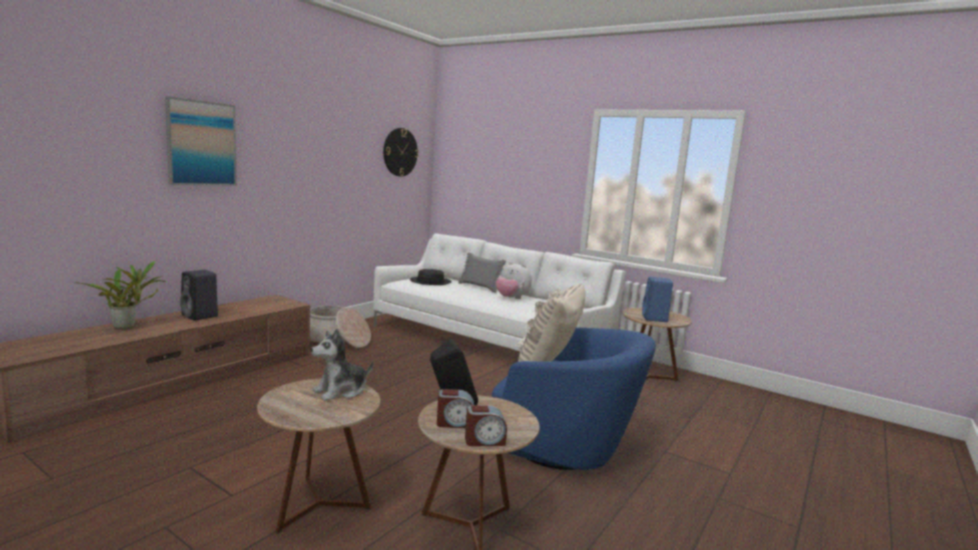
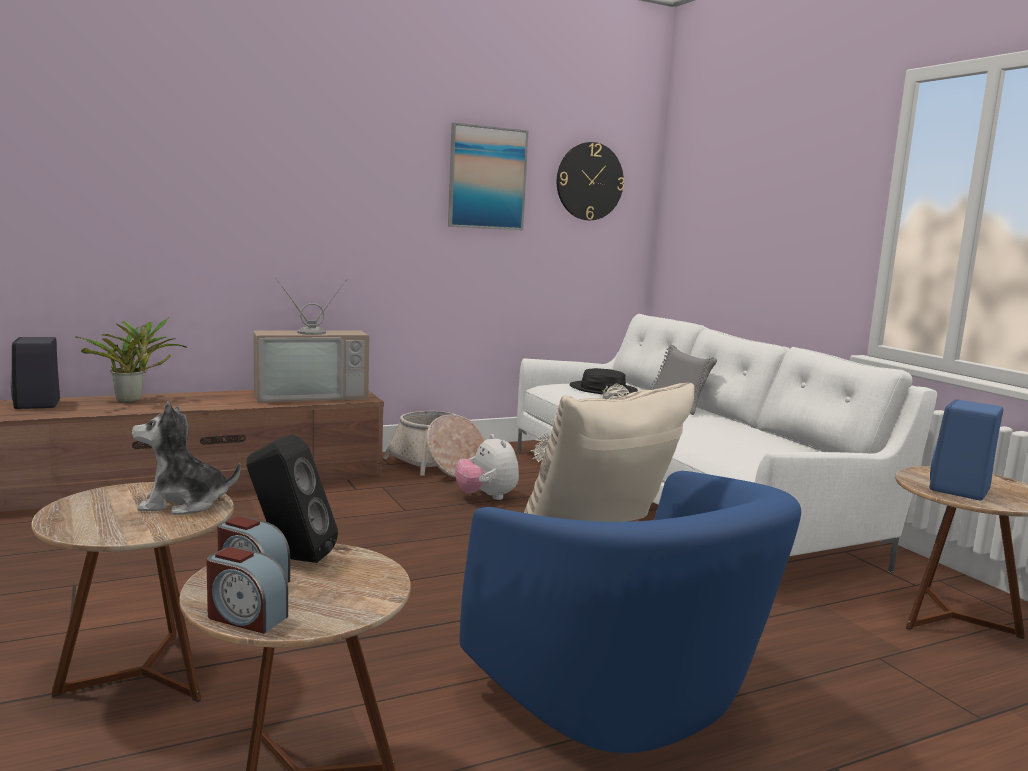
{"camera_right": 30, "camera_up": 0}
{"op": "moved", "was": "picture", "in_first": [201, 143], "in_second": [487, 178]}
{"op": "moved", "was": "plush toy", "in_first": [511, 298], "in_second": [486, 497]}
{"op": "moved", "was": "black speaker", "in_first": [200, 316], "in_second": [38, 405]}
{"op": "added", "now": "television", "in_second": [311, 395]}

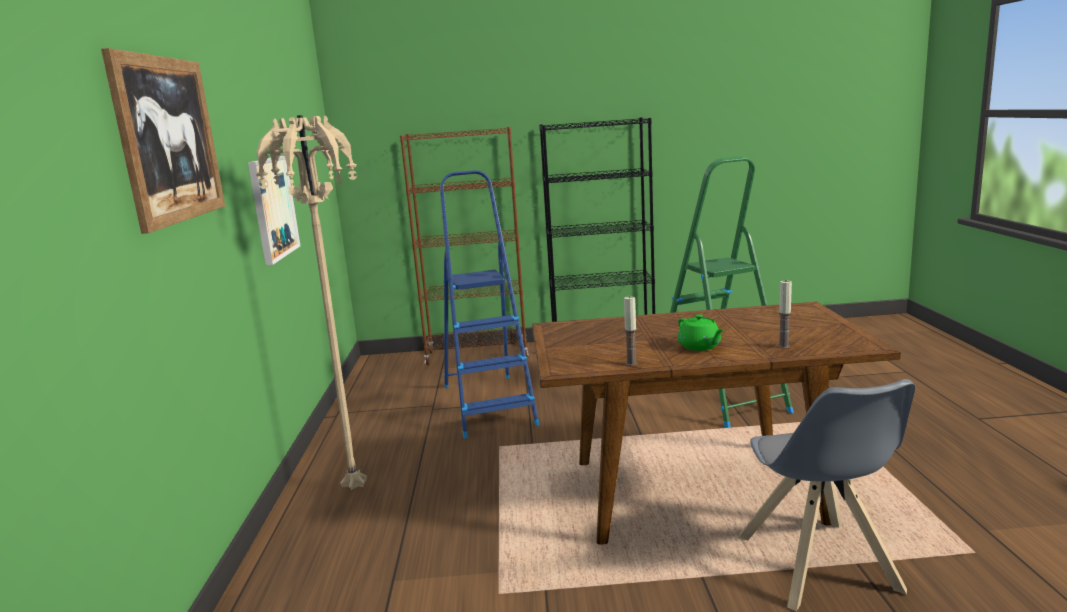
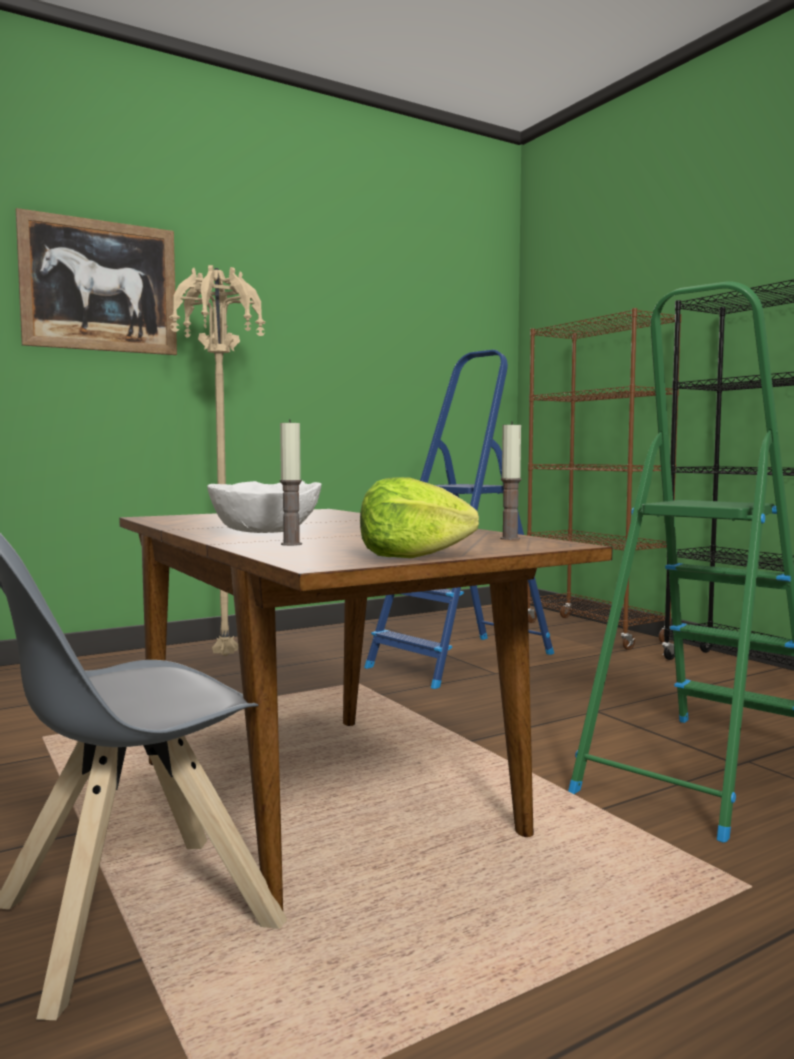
{"camera_right": 60, "camera_up": -10}
{"op": "removed", "was": "picture", "in_first": [272, 208]}
{"op": "moved", "was": "candle", "in_first": [631, 363], "in_second": [510, 538]}
{"op": "replaced", "was": "green teapot", "now": "white bowl", "in_first": [700, 346], "in_second": [266, 530]}
{"op": "added", "now": "lettuce", "in_second": [412, 556]}

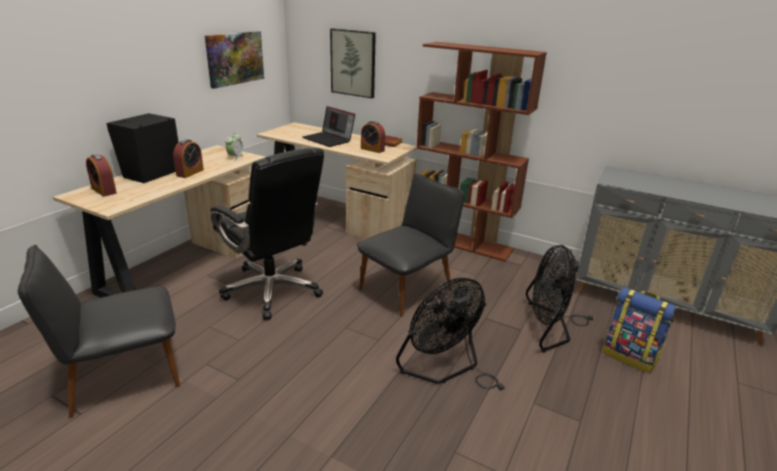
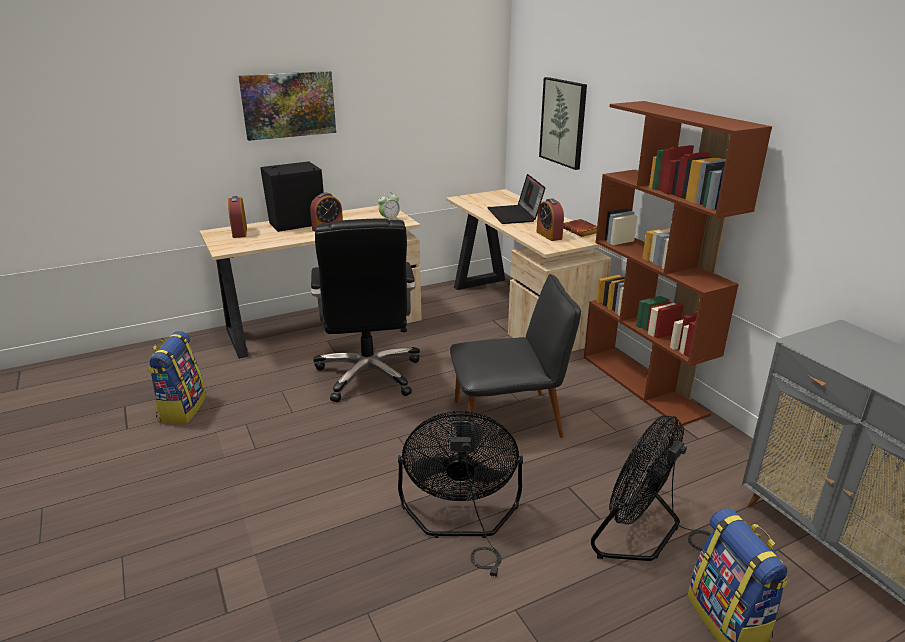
{"camera_right": 35, "camera_up": 0}
{"op": "moved", "was": "picture", "in_first": [235, 58], "in_second": [288, 105]}
{"op": "replaced", "was": "black chair", "now": "backpack", "in_first": [124, 375], "in_second": [182, 409]}

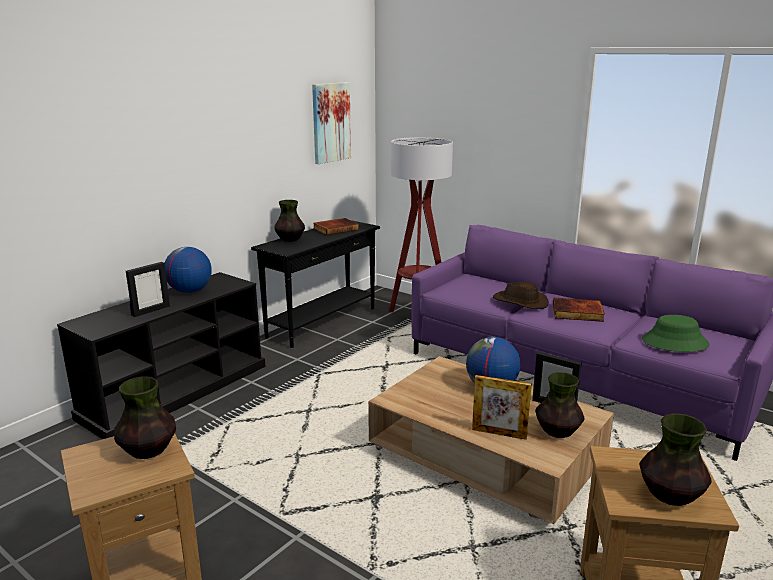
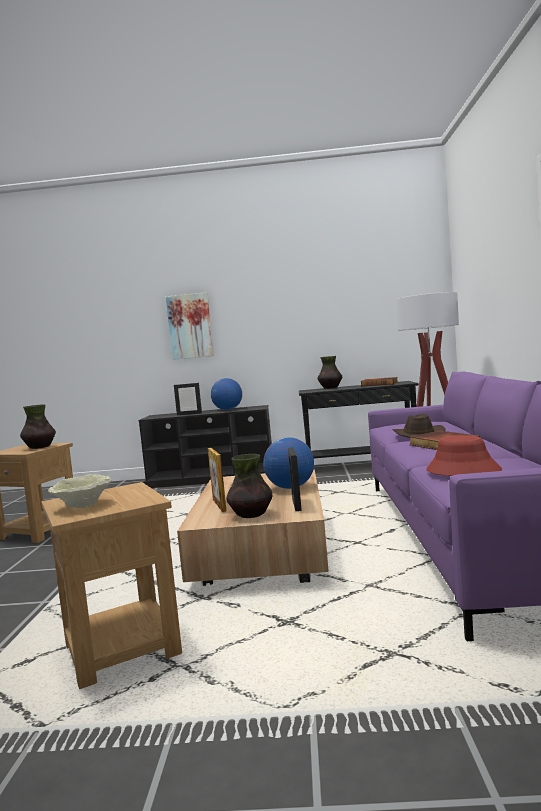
{"camera_right": 55, "camera_up": -15}
{"op": "moved", "was": "picture", "in_first": [330, 122], "in_second": [190, 326]}
{"op": "recoloured", "was": "green hat", "now": "red hat", "in_first": [674, 342], "in_second": [462, 471]}
{"op": "replaced", "was": "vase", "now": "beige bowl", "in_first": [670, 495], "in_second": [82, 506]}

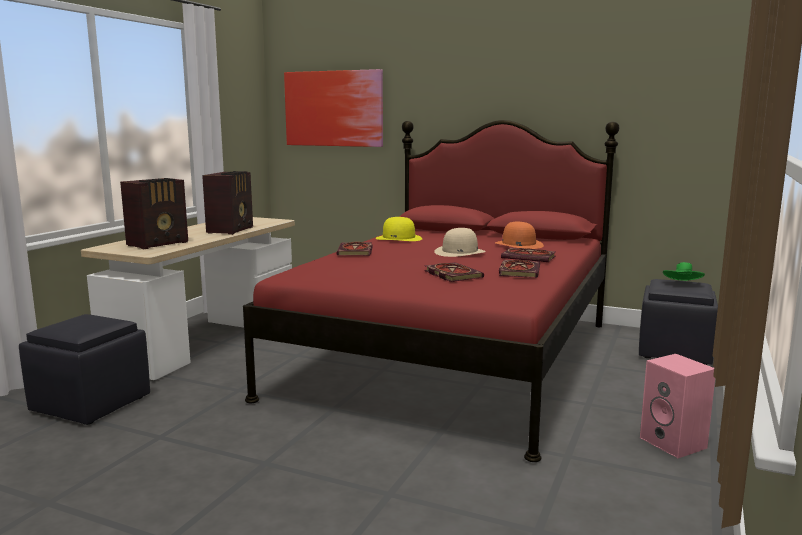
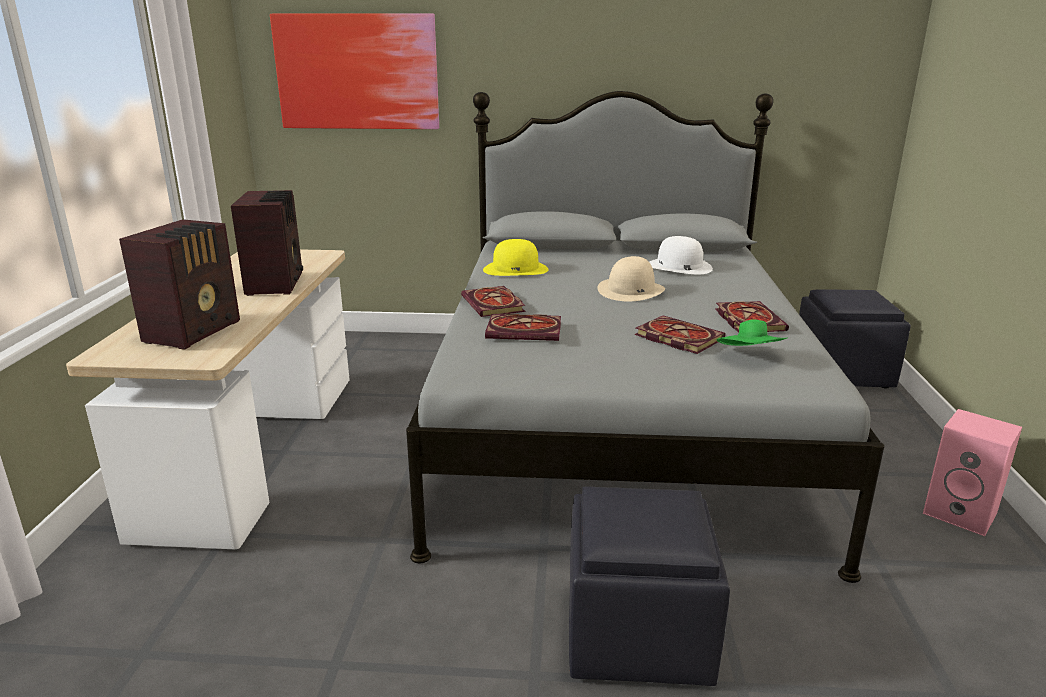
{"camera_right": -20, "camera_up": 10}
{"op": "recoloured", "was": "red bed", "now": "grey bed", "in_first": [451, 358], "in_second": [617, 426]}
{"op": "recoloured", "was": "orange hat", "now": "white hat", "in_first": [518, 244], "in_second": [679, 266]}
{"op": "moved", "was": "book", "in_first": [530, 257], "in_second": [526, 331]}
{"op": "moved", "was": "green hat", "in_first": [682, 284], "in_second": [750, 357]}
{"op": "moved", "was": "black ottoman", "in_first": [92, 404], "in_second": [639, 632]}

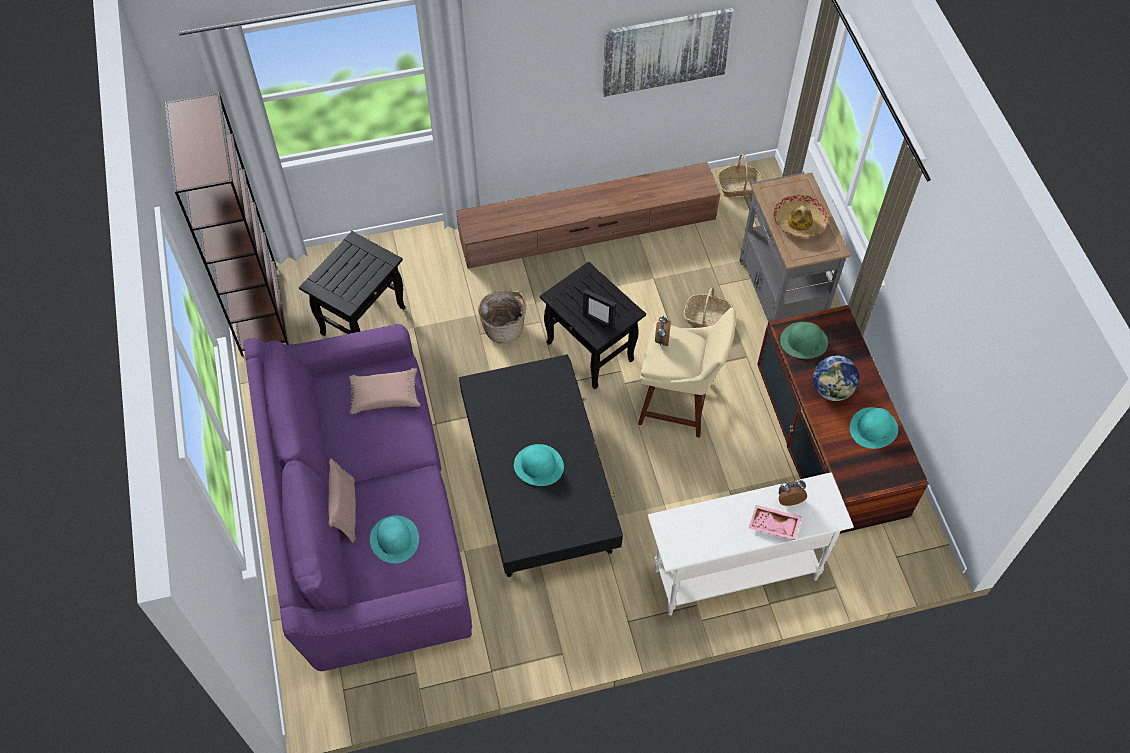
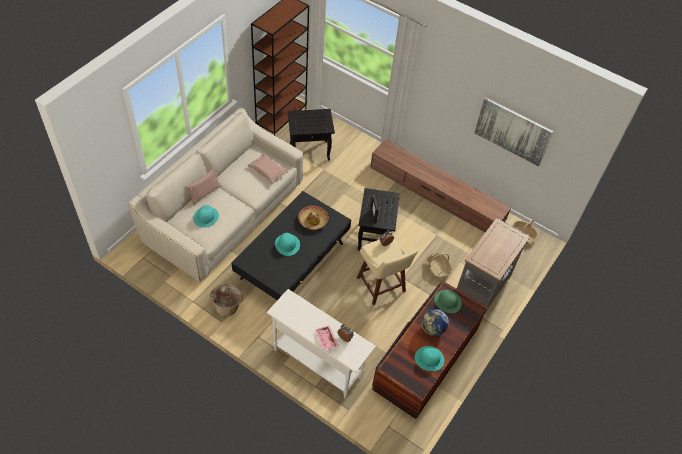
{"camera_right": 45, "camera_up": -5}
{"op": "moved", "was": "hat", "in_first": [799, 221], "in_second": [313, 220]}
{"op": "moved", "was": "basket", "in_first": [504, 328], "in_second": [228, 306]}
{"op": "recoloured", "was": "purple sofa", "now": "beige sofa", "in_first": [366, 514], "in_second": [224, 212]}

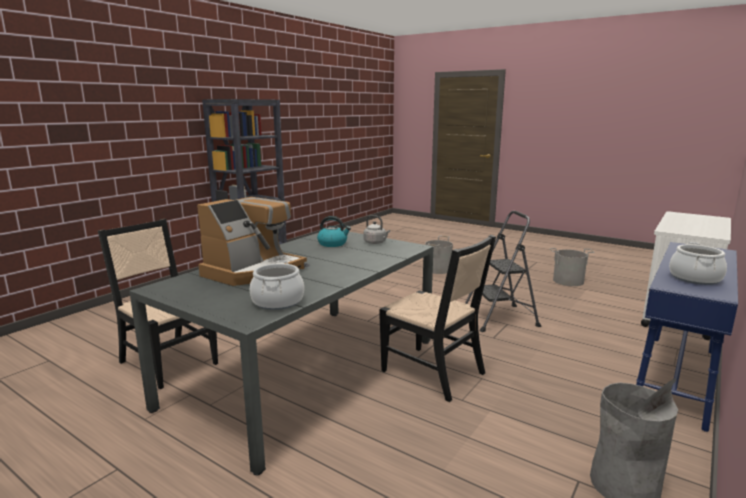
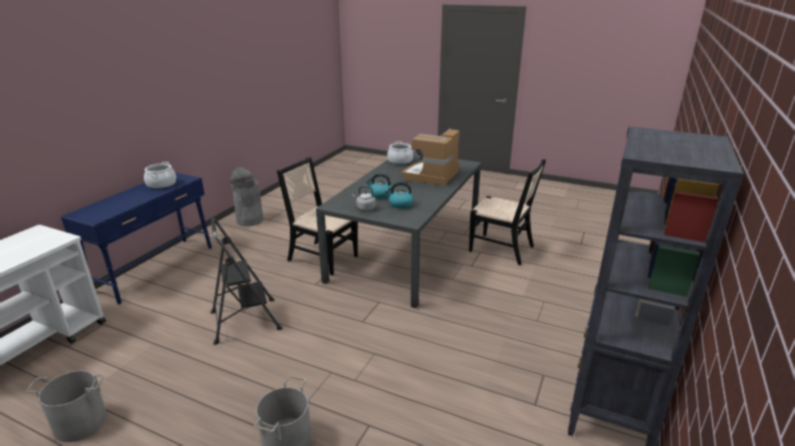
{"camera_right": 170, "camera_up": 10}
{"op": "added", "now": "kettle", "in_second": [380, 195]}

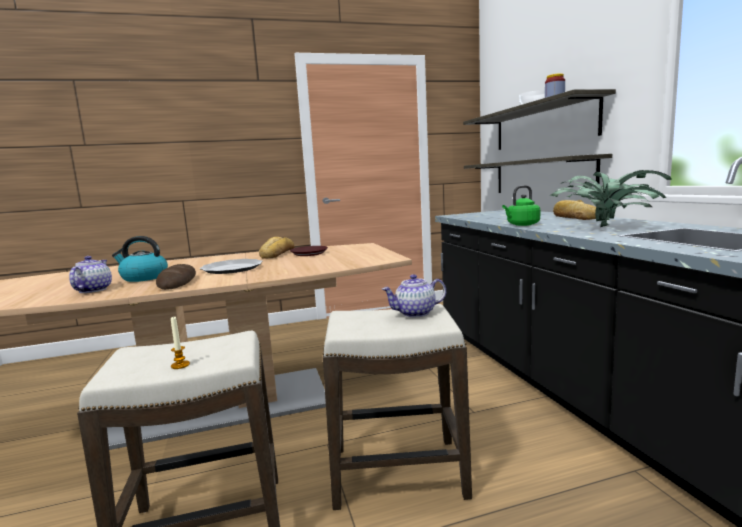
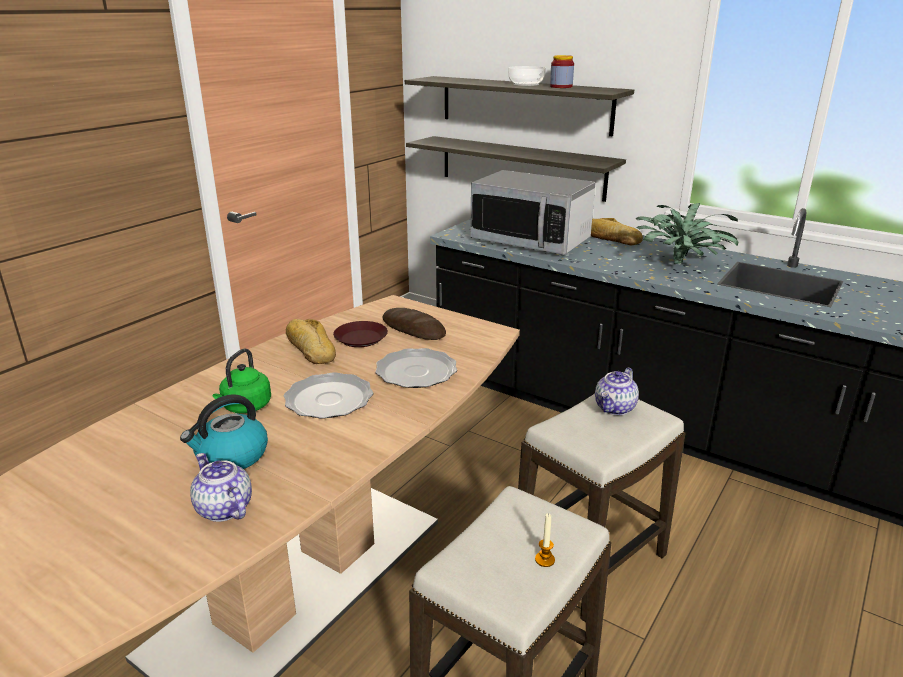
{"camera_right": -40, "camera_up": 15}
{"op": "moved", "was": "green kettle", "in_first": [521, 225], "in_second": [245, 407]}
{"op": "moved", "was": "bread", "in_first": [177, 282], "in_second": [413, 329]}
{"op": "added", "now": "microwave", "in_second": [530, 241]}
{"op": "added", "now": "plate", "in_second": [417, 371]}

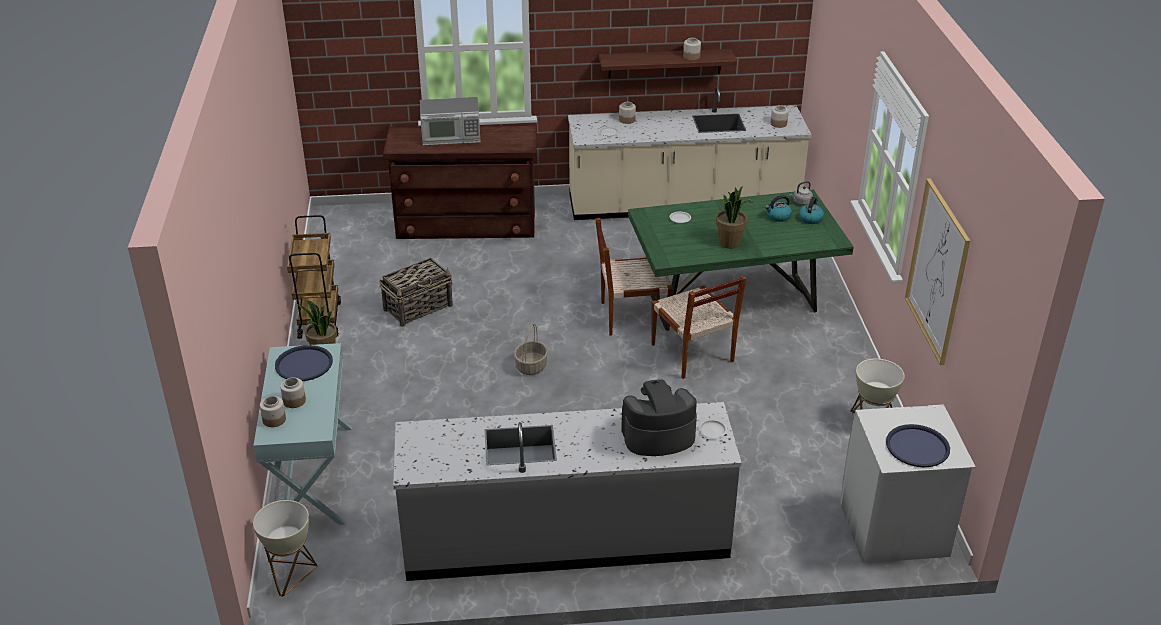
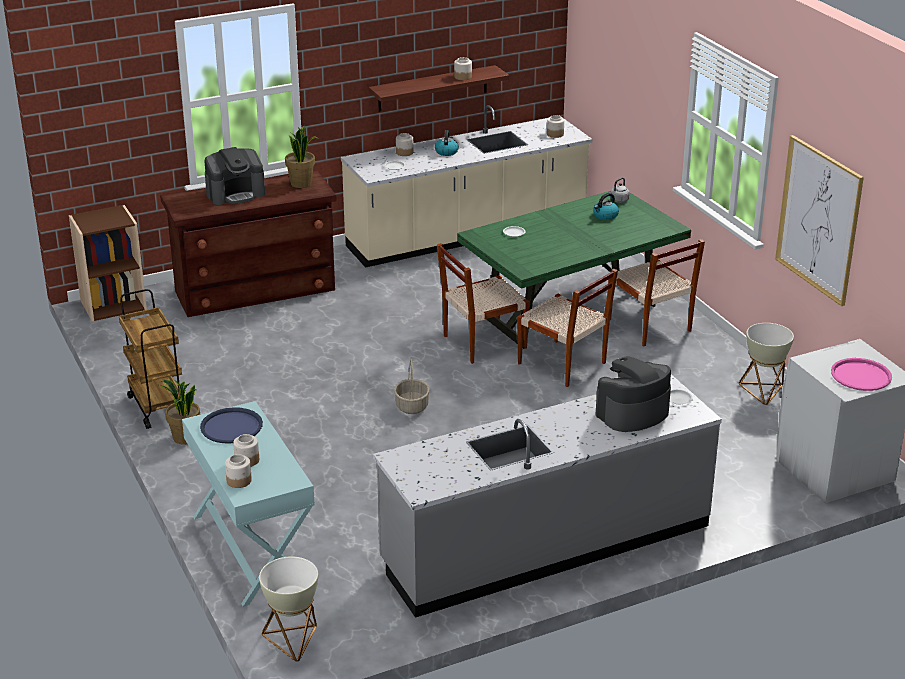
{"camera_right": -20, "camera_up": -5}
{"op": "replaced", "was": "microwave", "now": "coffee machine", "in_first": [451, 136], "in_second": [235, 194]}
{"op": "moved", "was": "potted plant", "in_first": [730, 243], "in_second": [301, 183]}
{"op": "moved", "was": "kettle", "in_first": [810, 218], "in_second": [446, 152]}
{"op": "removed", "was": "basket", "in_first": [419, 307]}
{"op": "recoloured", "was": "blue tray", "now": "pink tray", "in_first": [917, 447], "in_second": [861, 375]}
{"op": "added", "now": "brown bookcase", "in_second": [114, 304]}
{"op": "added", "now": "chair", "in_second": [650, 327]}

